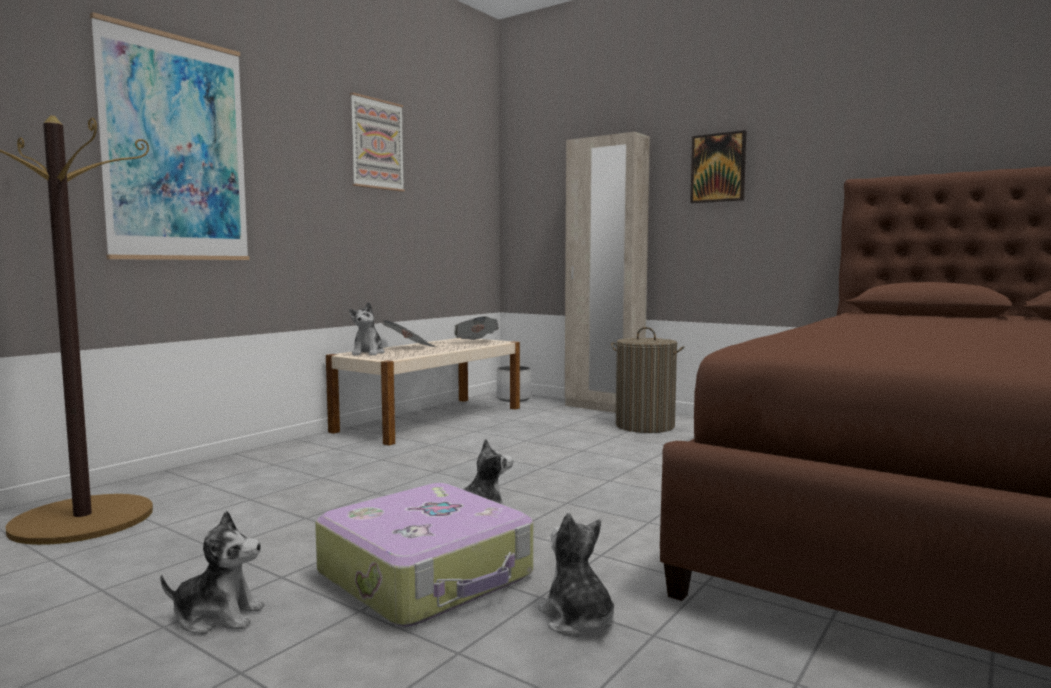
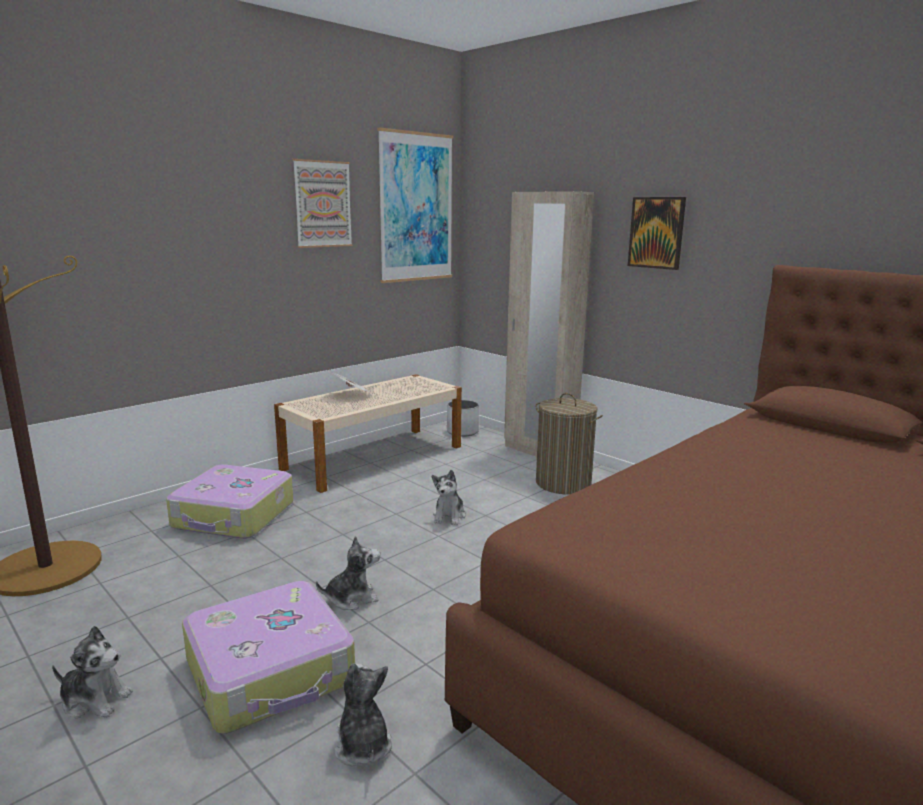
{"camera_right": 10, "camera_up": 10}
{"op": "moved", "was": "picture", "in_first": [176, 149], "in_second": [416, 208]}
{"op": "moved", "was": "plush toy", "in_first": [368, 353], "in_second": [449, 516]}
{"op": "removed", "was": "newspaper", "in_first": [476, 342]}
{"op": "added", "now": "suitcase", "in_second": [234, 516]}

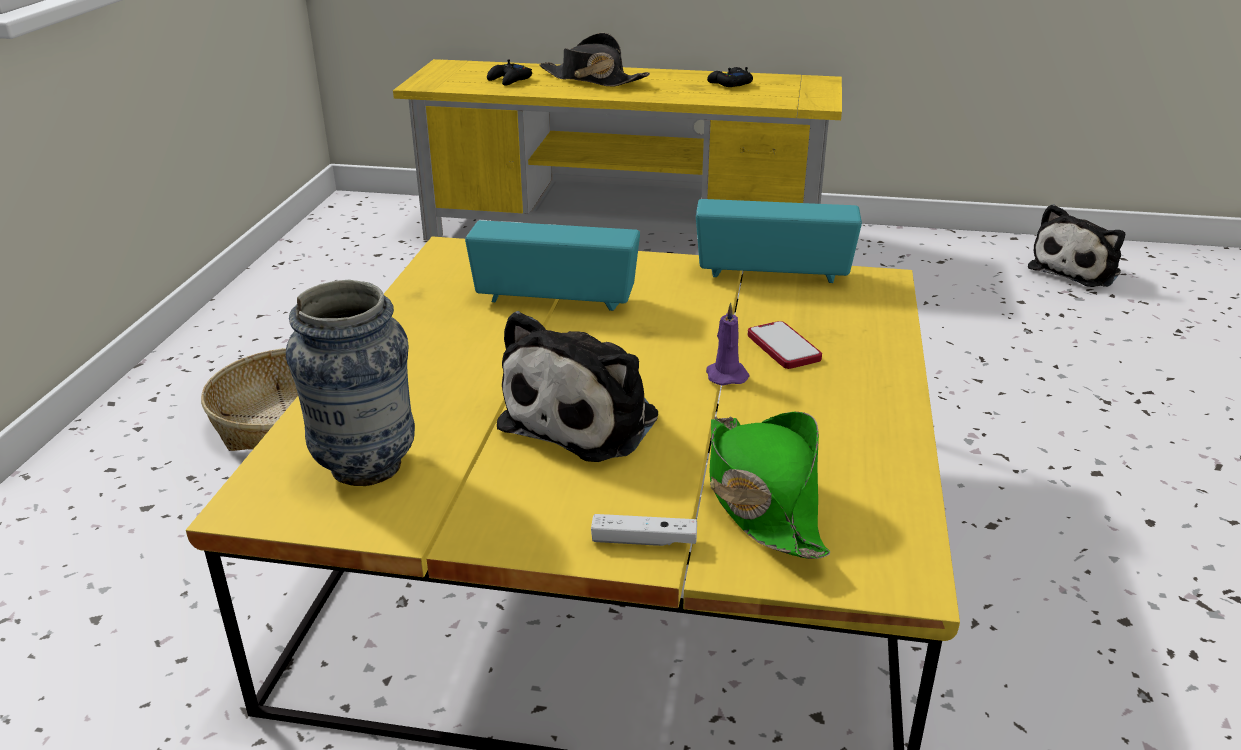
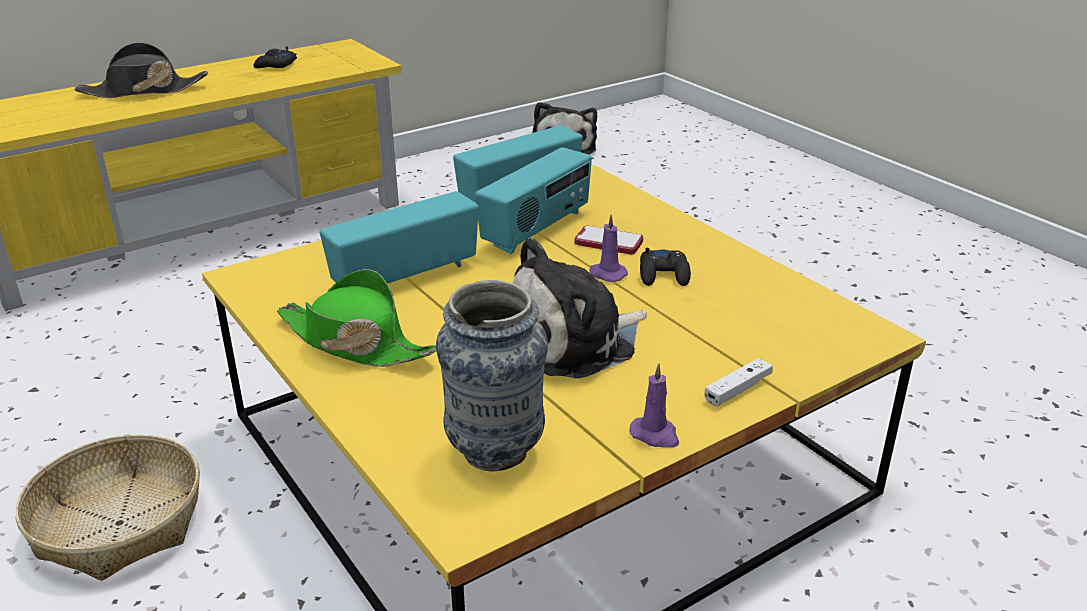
{"camera_right": -45, "camera_up": 0}
{"op": "moved", "was": "black game controller", "in_first": [510, 80], "in_second": [664, 274]}
{"op": "turned", "was": "plush toy", "in_first": [586, 418], "in_second": [576, 341], "clockwise": 75}
{"op": "moved", "was": "green hat", "in_first": [761, 497], "in_second": [354, 342]}
{"op": "added", "now": "radio", "in_second": [537, 230]}
{"op": "added", "now": "purple candle", "in_second": [655, 435]}

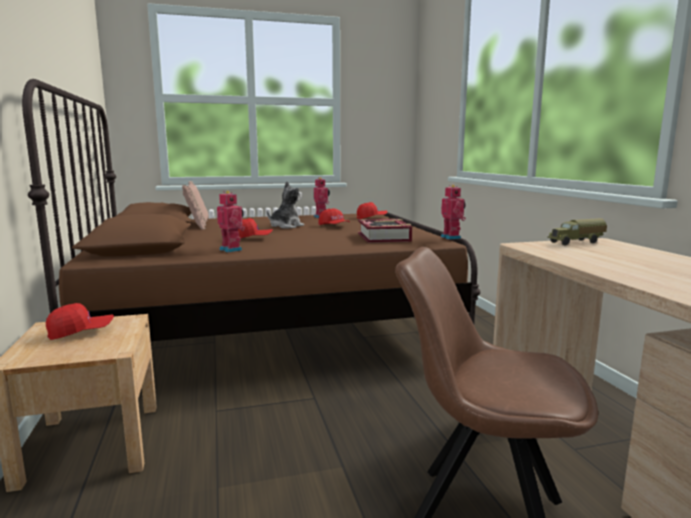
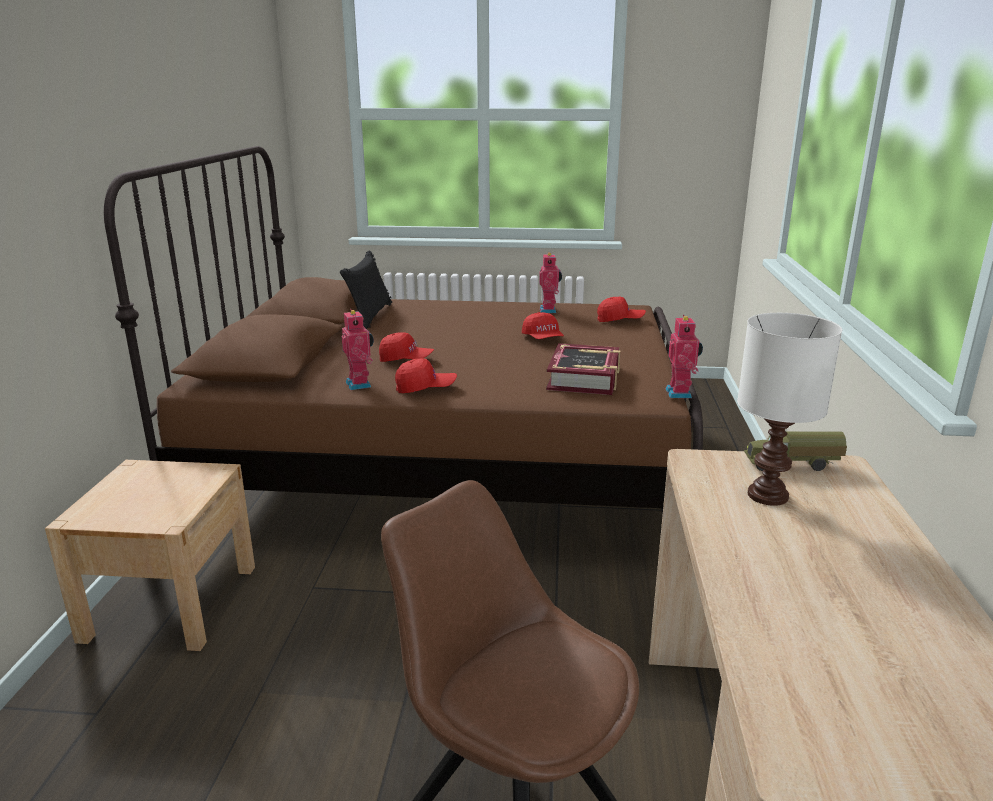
{"camera_right": 20, "camera_up": 10}
{"op": "recoloured", "was": "beige pillow", "now": "black pillow", "in_first": [197, 225], "in_second": [369, 316]}
{"op": "removed", "was": "plush toy", "in_first": [285, 226]}
{"op": "moved", "was": "red cap", "in_first": [81, 332], "in_second": [425, 388]}
{"op": "added", "now": "white table lamp", "in_second": [769, 495]}

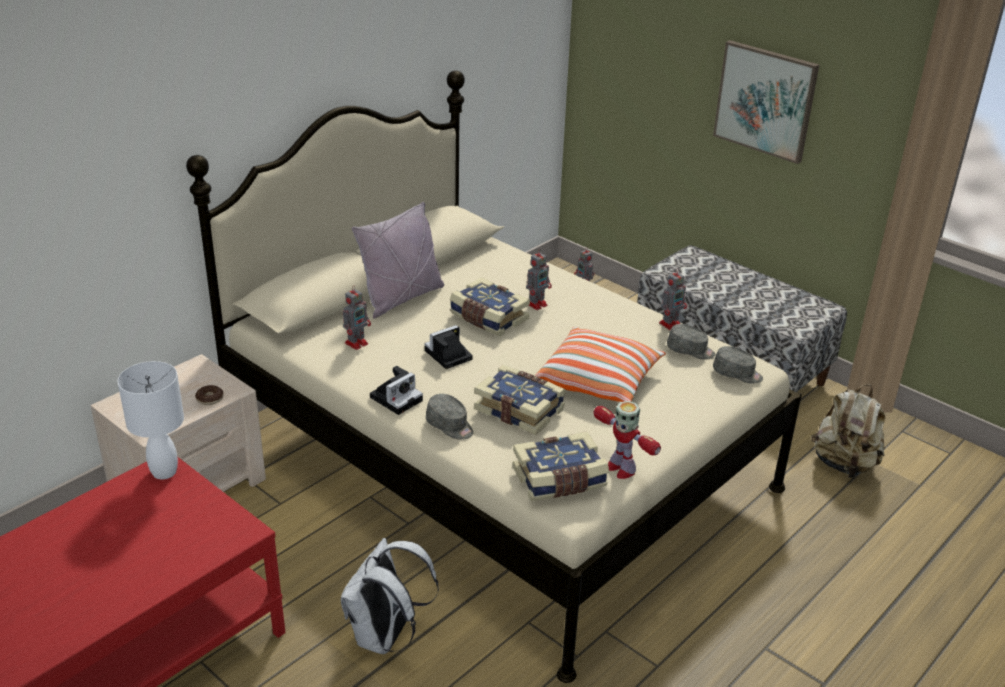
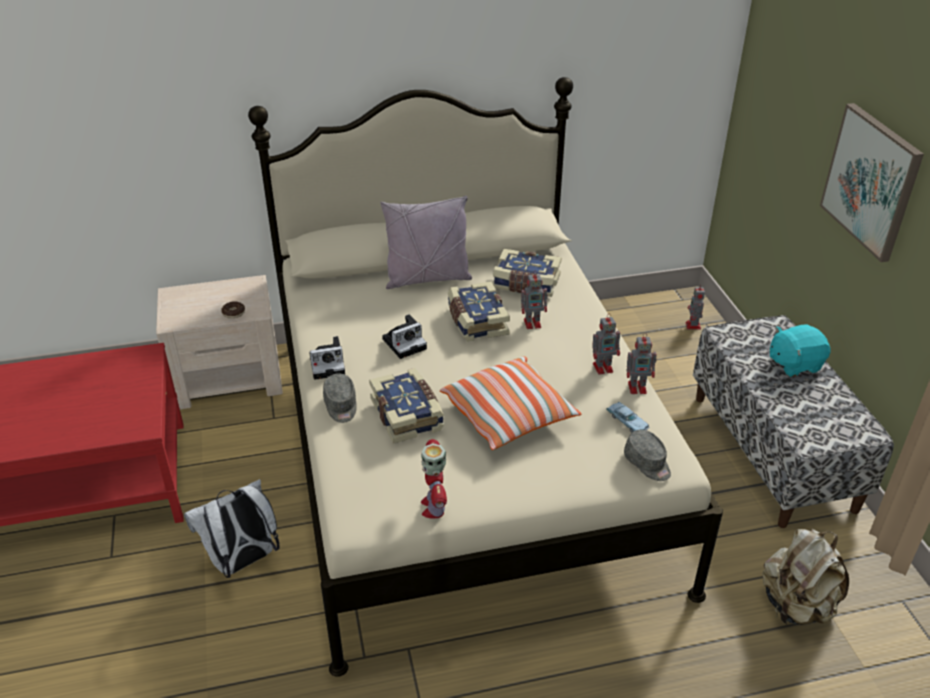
{"camera_right": 35, "camera_up": 5}
{"op": "moved", "was": "toy robot", "in_first": [357, 343], "in_second": [604, 367]}
{"op": "replaced", "was": "grey cap", "now": "blue toy car", "in_first": [690, 351], "in_second": [627, 421]}
{"op": "turned", "was": "photo camera", "in_first": [447, 356], "in_second": [405, 343], "clockwise": 150}
{"op": "removed", "was": "white table lamp", "in_first": [165, 472]}
{"op": "moved", "was": "book", "in_first": [560, 480], "in_second": [526, 284]}
{"op": "added", "now": "turquoise plush toy", "in_second": [794, 364]}

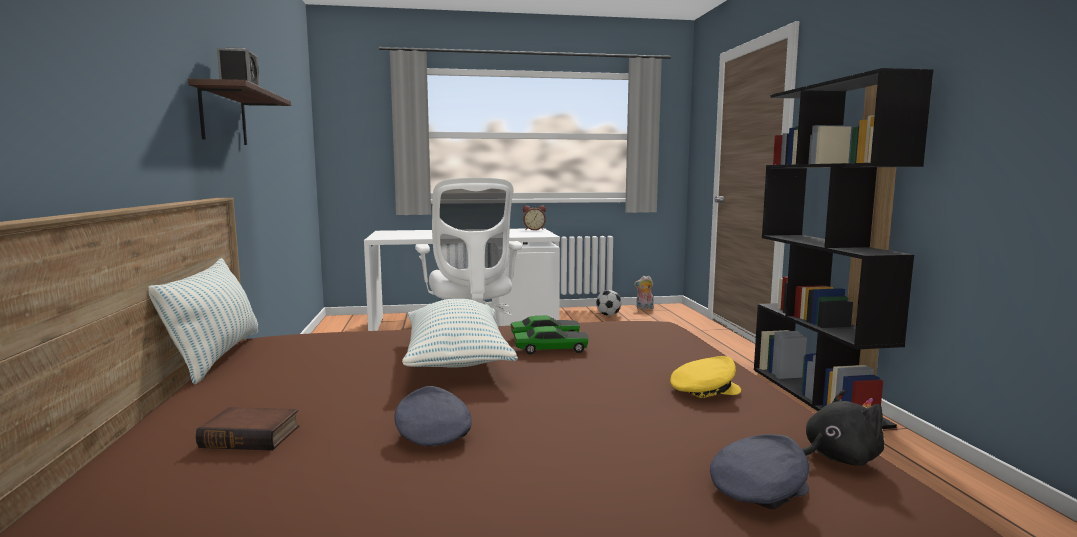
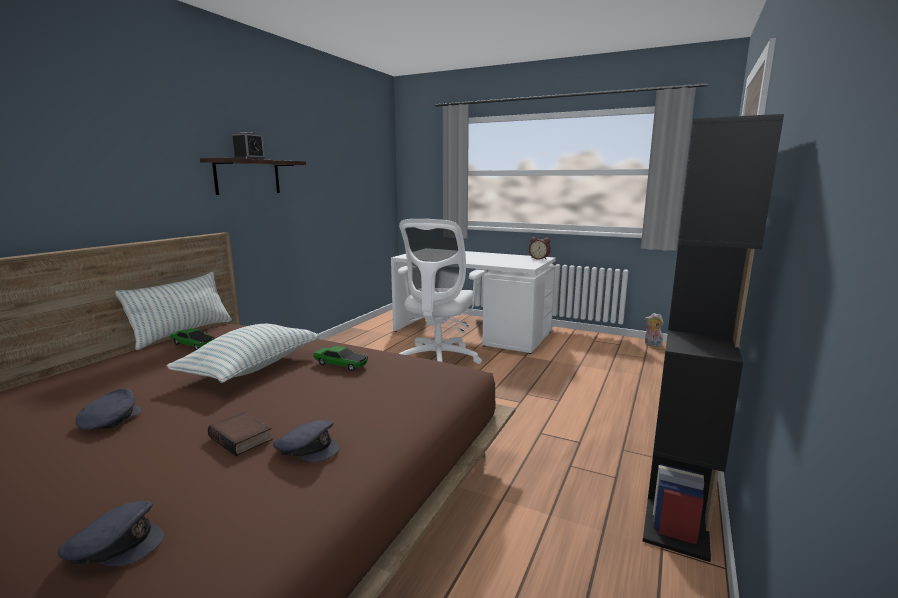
{"camera_right": 35, "camera_up": 5}
{"op": "removed", "was": "football", "in_first": [608, 315]}
{"op": "moved", "was": "toy car", "in_first": [551, 350], "in_second": [193, 345]}
{"op": "recoloured", "was": "yellow cap", "now": "grey cap", "in_first": [703, 390], "in_second": [308, 448]}
{"op": "removed", "was": "black plush toy", "in_first": [837, 458]}
{"op": "moved", "was": "book", "in_first": [253, 436], "in_second": [243, 438]}

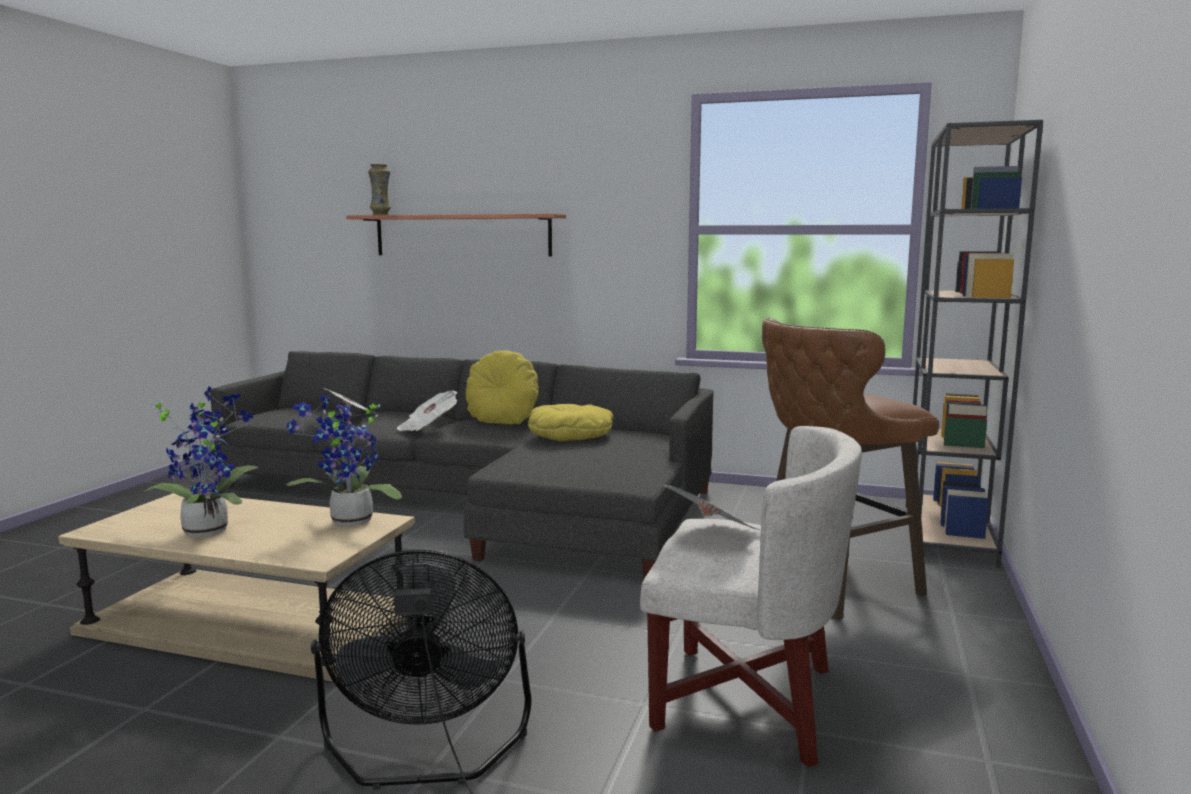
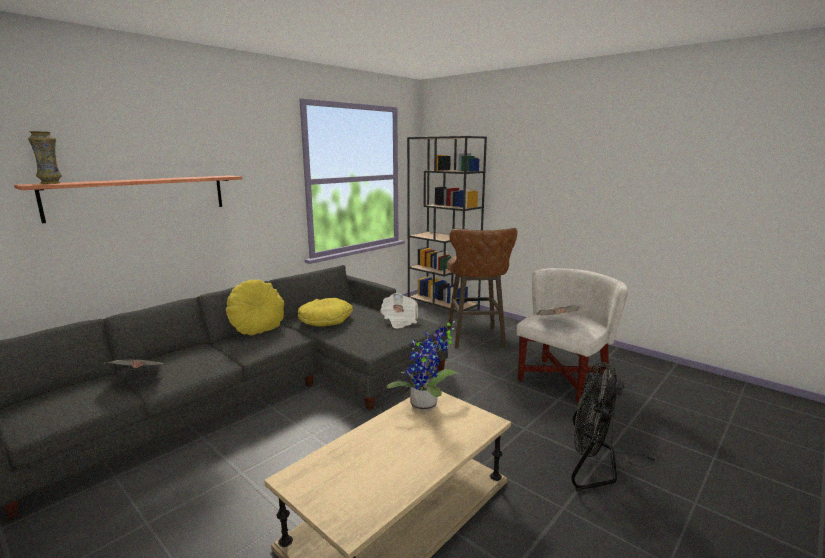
{"camera_right": -65, "camera_up": 5}
{"op": "removed", "was": "potted plant", "in_first": [209, 529]}
{"op": "moved", "was": "newspaper", "in_first": [428, 427], "in_second": [399, 321]}

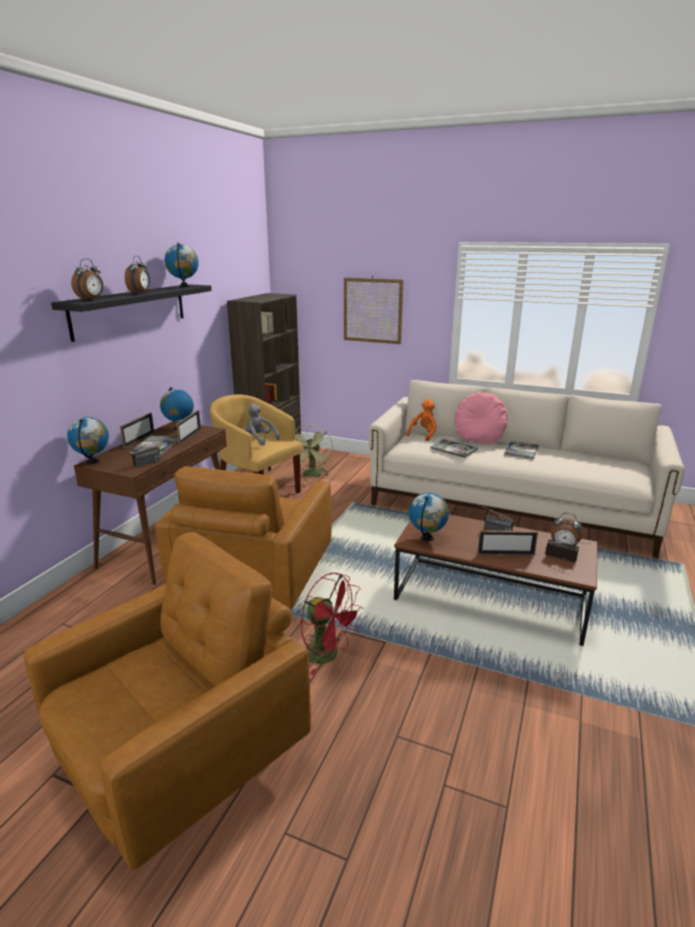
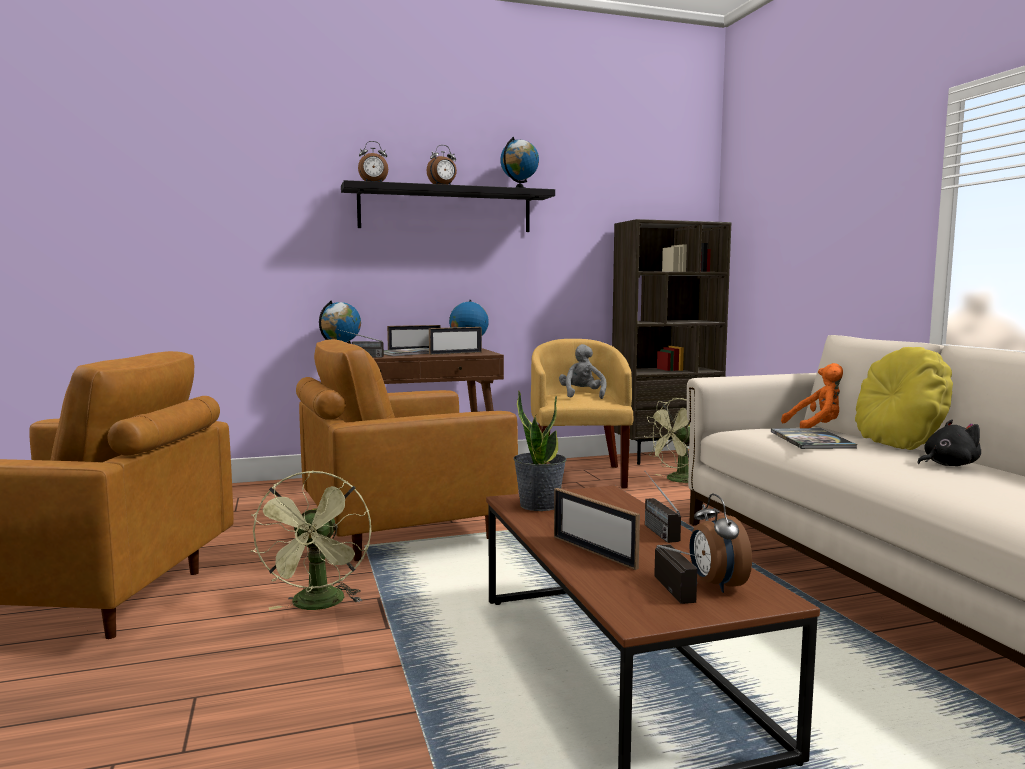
{"camera_right": 50, "camera_up": -15}
{"op": "removed", "was": "picture", "in_first": [372, 309]}
{"op": "recoloured", "was": "pink pillow", "now": "yellow pillow", "in_first": [478, 440], "in_second": [898, 446]}
{"op": "replaced", "was": "book", "now": "black plush toy", "in_first": [521, 451], "in_second": [947, 465]}
{"op": "replaced", "was": "globe", "now": "potted plant", "in_first": [427, 538], "in_second": [539, 505]}
{"op": "recoloured", "was": "red fan", "now": "green fan", "in_first": [328, 655], "in_second": [318, 605]}

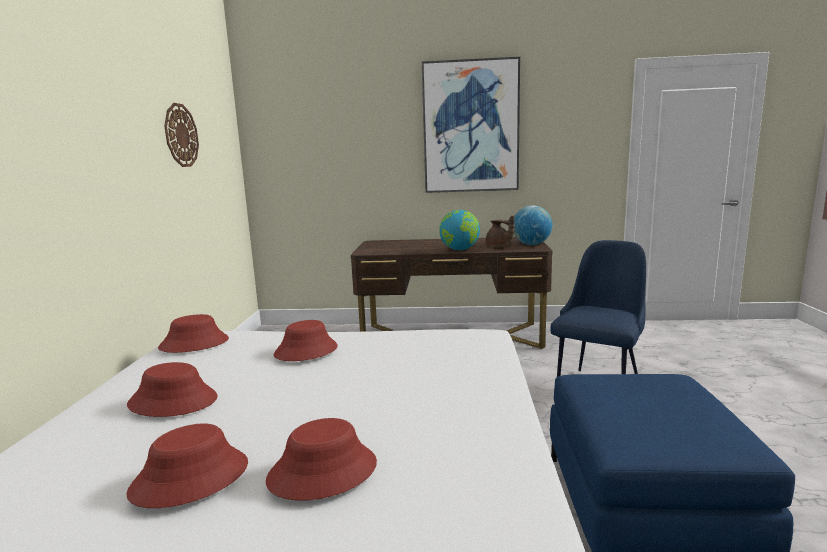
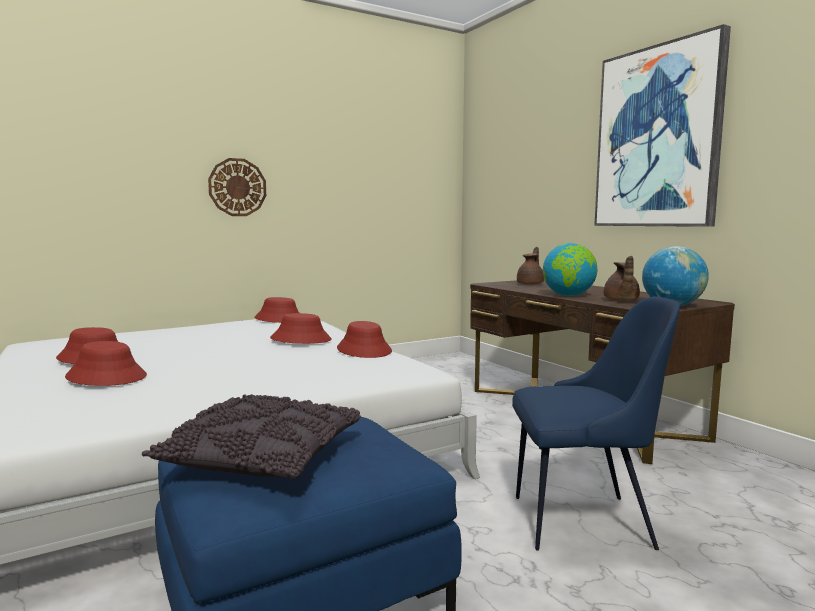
{"camera_right": 55, "camera_up": -5}
{"op": "moved", "was": "wall clock", "in_first": [181, 135], "in_second": [237, 187]}
{"op": "moved", "was": "red hat", "in_first": [173, 401], "in_second": [364, 350]}
{"op": "added", "now": "brown teapot", "in_second": [531, 284]}
{"op": "added", "now": "black pillow", "in_second": [262, 458]}

